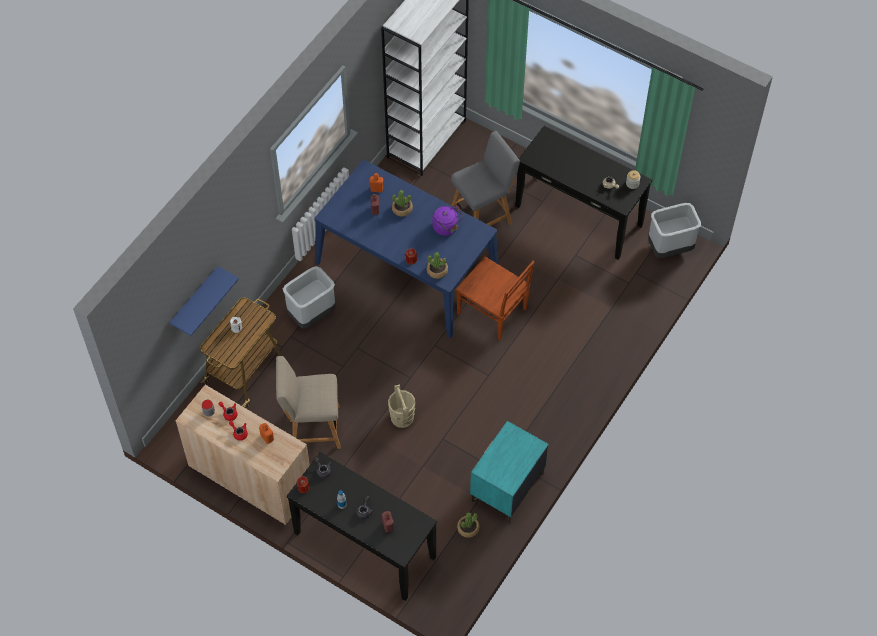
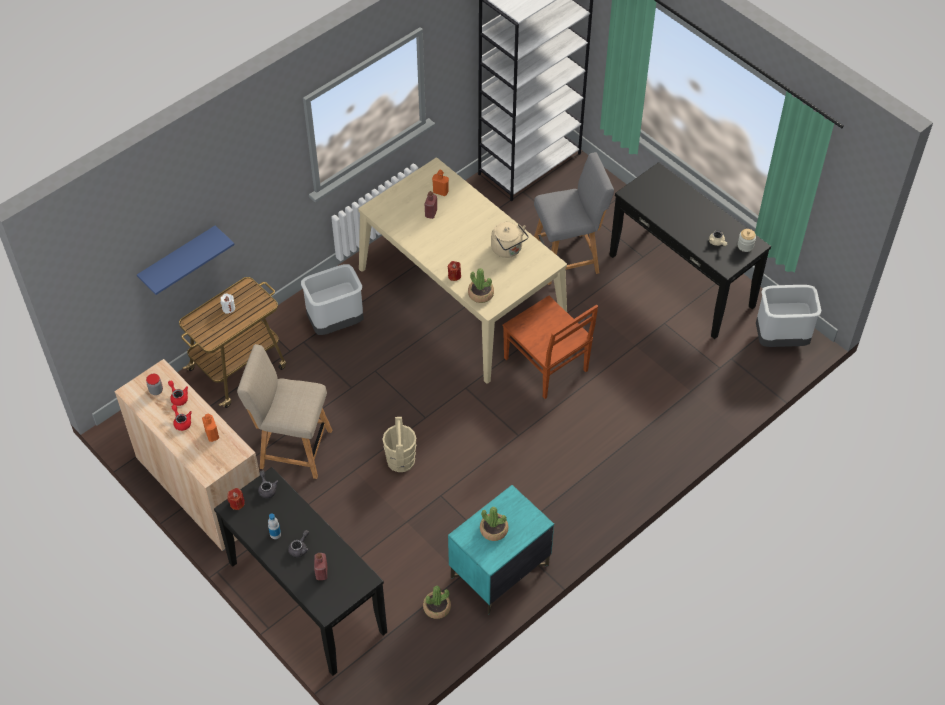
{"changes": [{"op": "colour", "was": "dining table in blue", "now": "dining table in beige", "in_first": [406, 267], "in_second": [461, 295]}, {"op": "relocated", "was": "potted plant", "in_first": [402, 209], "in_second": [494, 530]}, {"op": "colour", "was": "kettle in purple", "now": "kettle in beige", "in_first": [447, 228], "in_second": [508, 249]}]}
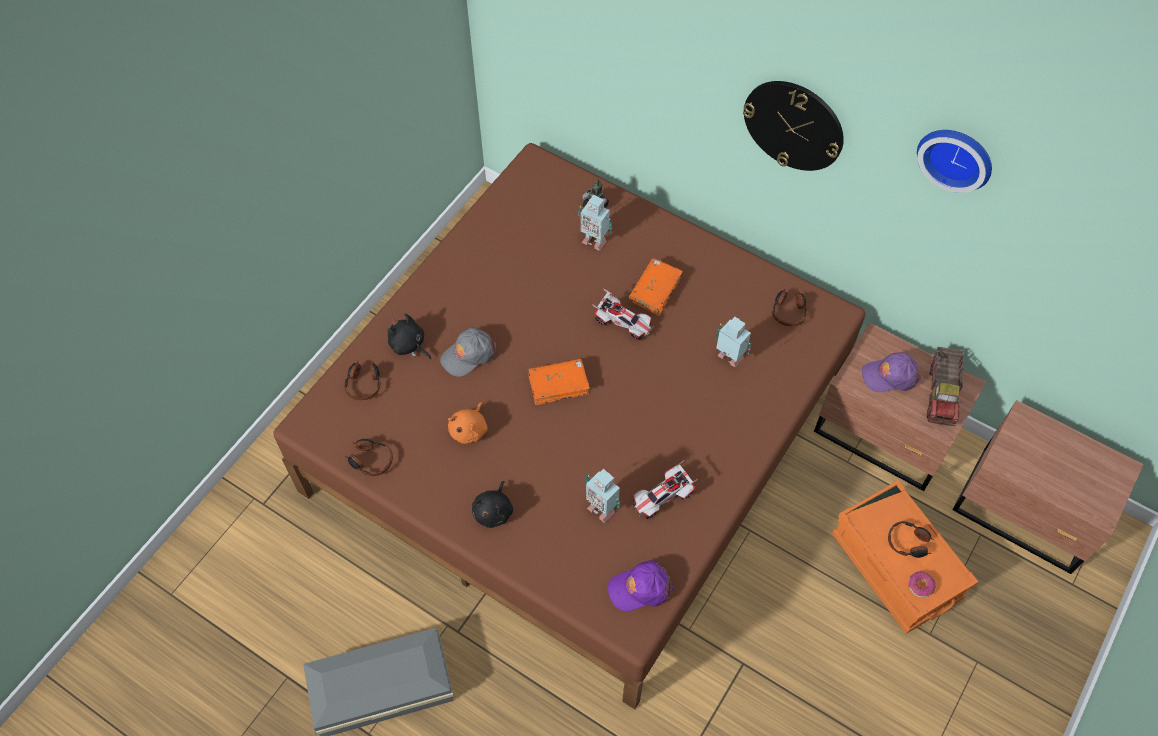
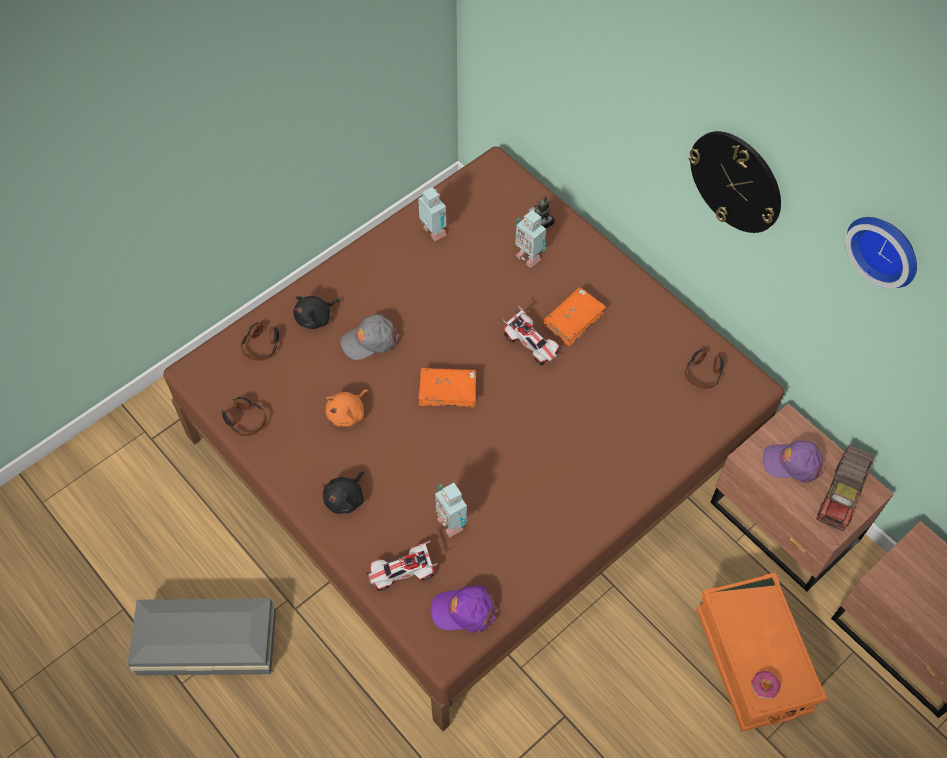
{"changes": [{"op": "spun", "was": "plush toy in black", "in_first": [409, 345], "in_second": [316, 318], "clockwise": -90}, {"op": "relocated", "was": "toy car", "in_first": [662, 498], "in_second": [402, 573]}, {"op": "relocated", "was": "toy robot", "in_first": [729, 359], "in_second": [433, 233]}, {"op": "missing", "was": "headphones", "in_first": [909, 542]}]}
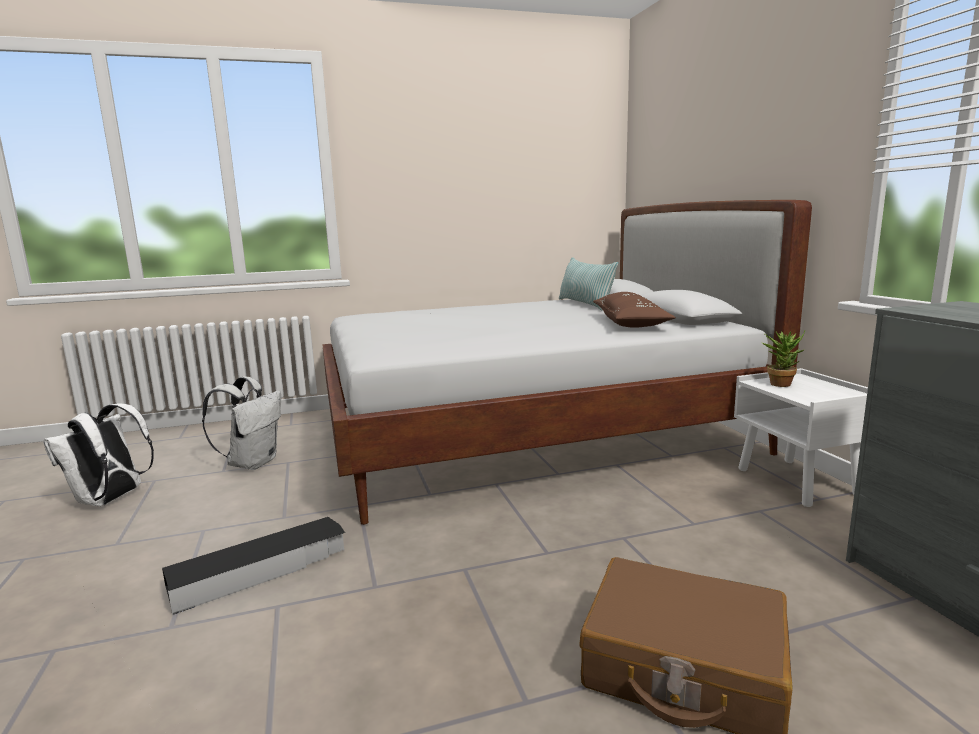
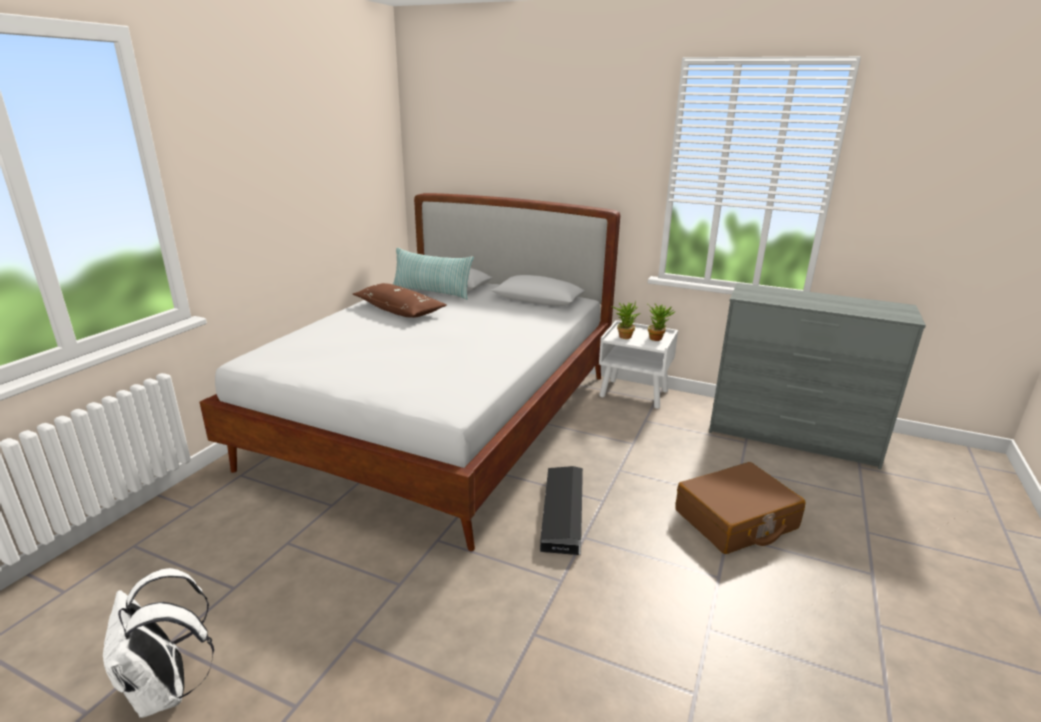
{"changes": [{"op": "relocated", "was": "storage box in black", "in_first": [260, 570], "in_second": [563, 514]}, {"op": "missing", "was": "backpack in white", "in_first": [253, 463]}, {"op": "relocated", "was": "pillow in brown", "in_first": [630, 322], "in_second": [399, 310]}, {"op": "appeared", "now": "potted plant", "in_second": [657, 338]}]}
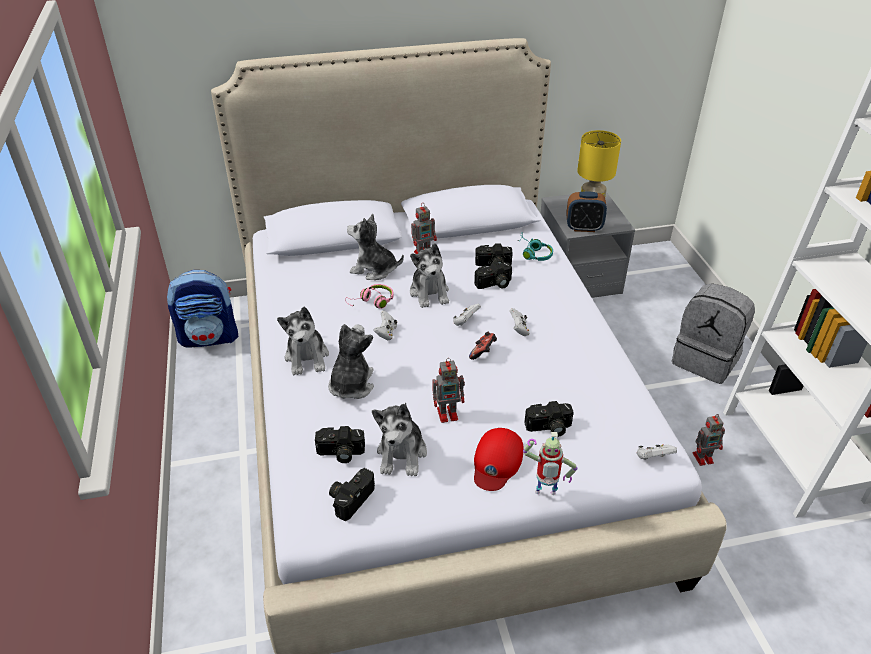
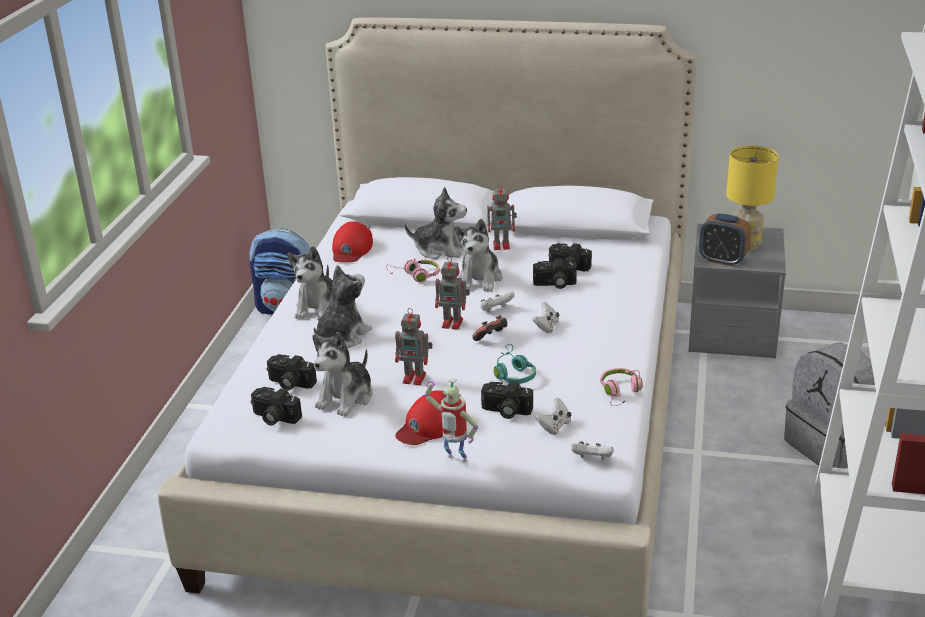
{"changes": [{"op": "spun", "was": "photo camera", "in_first": [350, 498], "in_second": [274, 418], "clockwise": -120}, {"op": "spun", "was": "plush toy", "in_first": [374, 269], "in_second": [439, 250], "clockwise": 150}, {"op": "relocated", "was": "game controller in white", "in_first": [386, 333], "in_second": [554, 426]}, {"op": "relocated", "was": "headphones in turquoise", "in_first": [533, 253], "in_second": [513, 373]}, {"op": "relocated", "was": "toy robot", "in_first": [703, 457], "in_second": [453, 323]}, {"op": "appeared", "now": "cap in red", "in_second": [351, 249]}, {"op": "appeared", "now": "headphones in pink", "in_second": [620, 392]}]}
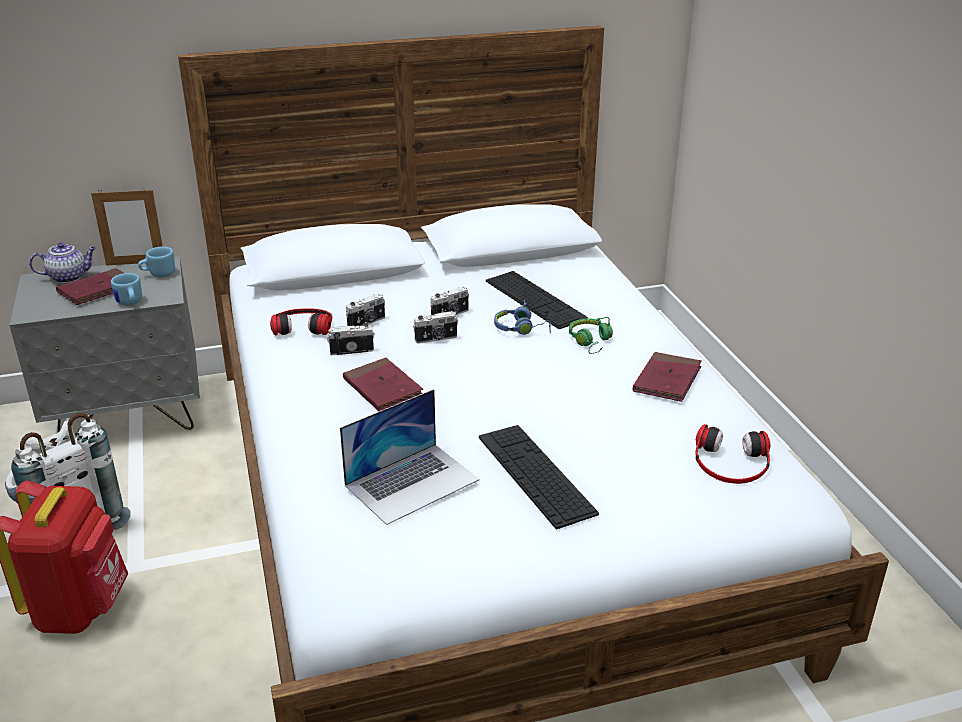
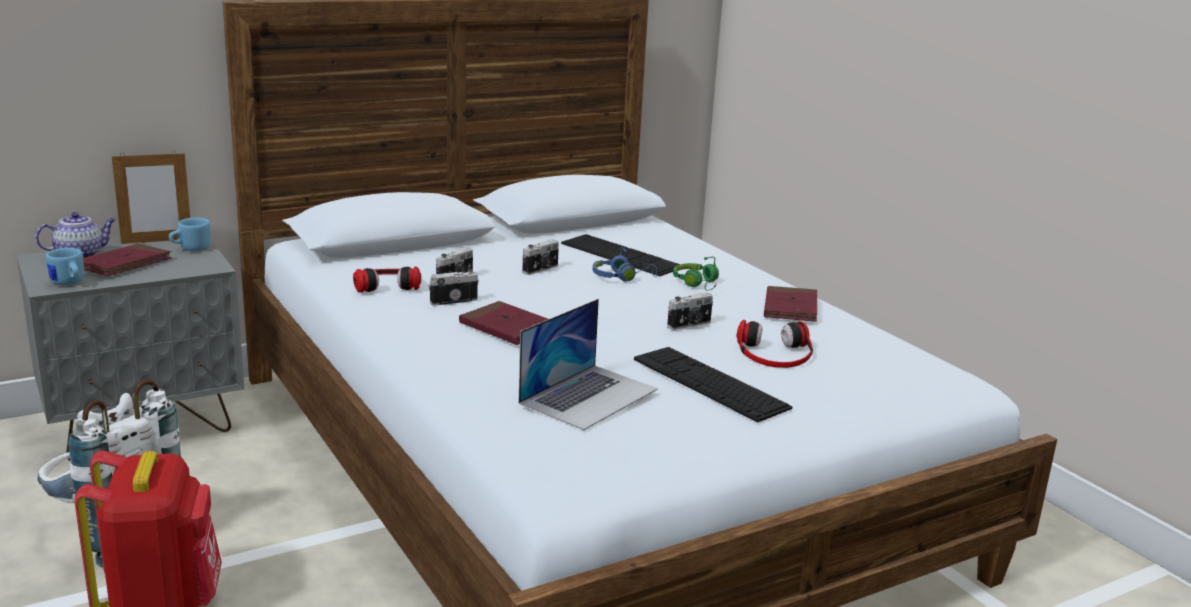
{"changes": [{"op": "relocated", "was": "mug in blue", "in_first": [130, 303], "in_second": [69, 283]}, {"op": "relocated", "was": "photo camera", "in_first": [436, 339], "in_second": [690, 325]}, {"op": "relocated", "was": "headphones", "in_first": [731, 463], "in_second": [774, 353]}]}
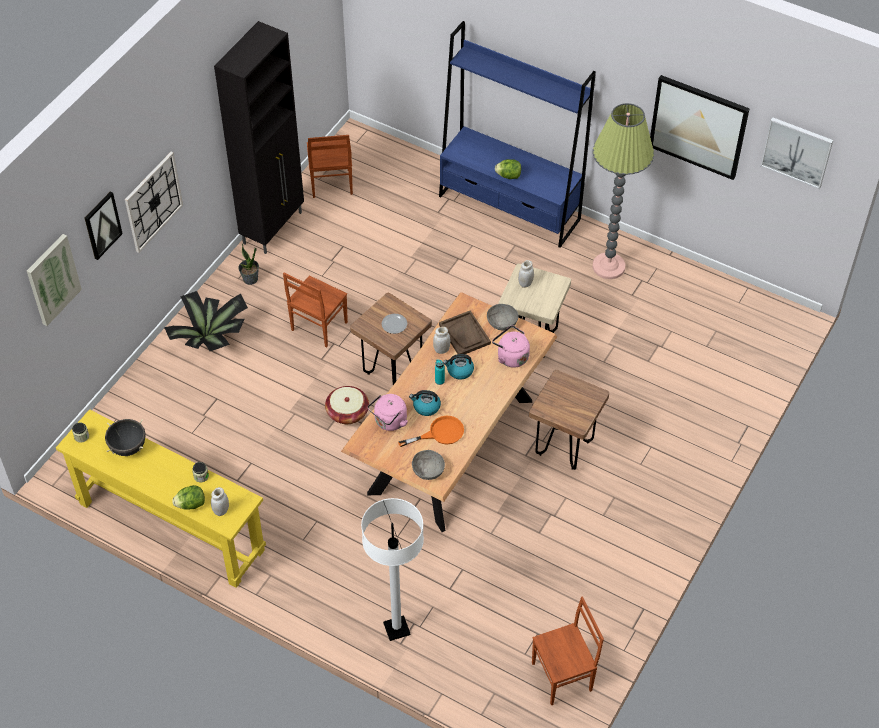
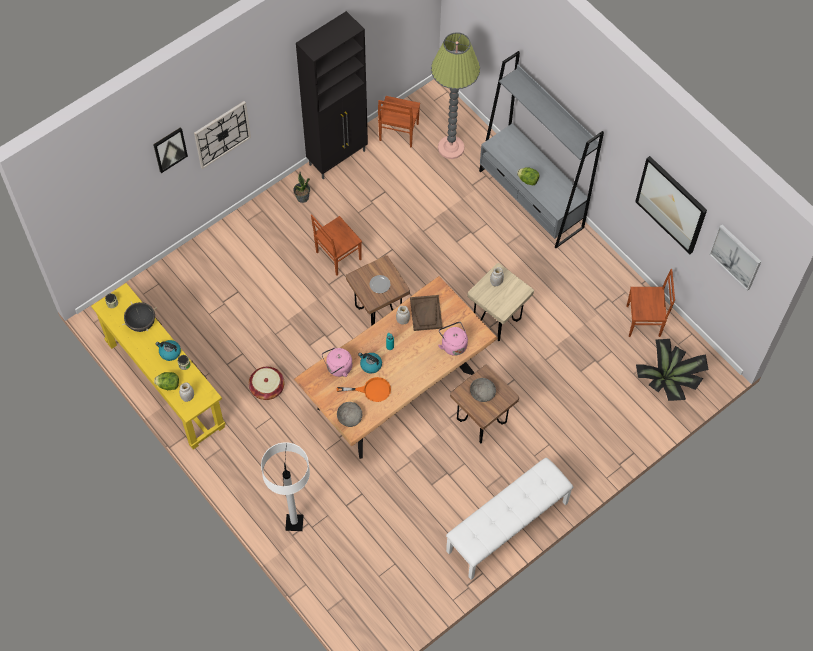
{"changes": [{"op": "missing", "was": "picture", "in_first": [52, 279]}, {"op": "relocated", "was": "potted plant", "in_first": [212, 340], "in_second": [669, 381]}, {"op": "relocated", "was": "basket", "in_first": [347, 412], "in_second": [267, 387]}, {"op": "colour", "was": "bookcase in blue", "now": "bookcase in grey", "in_first": [509, 208], "in_second": [531, 199]}, {"op": "relocated", "was": "kettle", "in_first": [459, 371], "in_second": [169, 352]}, {"op": "relocated", "was": "bowl in grey", "in_first": [502, 323], "in_second": [482, 393]}, {"op": "relocated", "was": "chair in brown", "in_first": [563, 677], "in_second": [644, 321]}, {"op": "relocated", "was": "floor lamp", "in_first": [608, 266], "in_second": [451, 148]}, {"op": "appeared", "now": "bench in white", "in_second": [507, 527]}]}
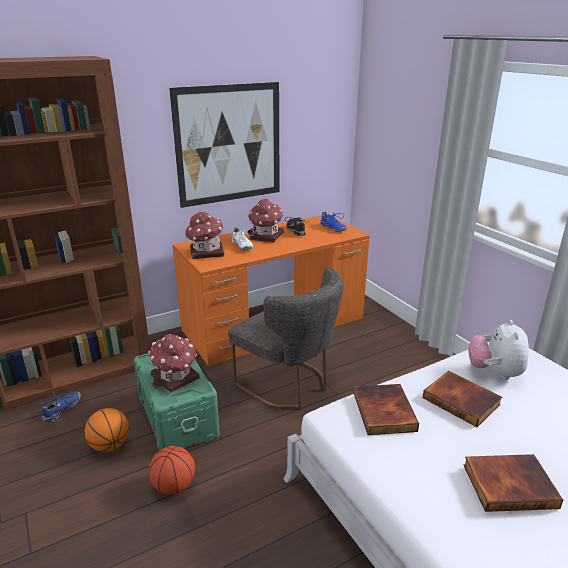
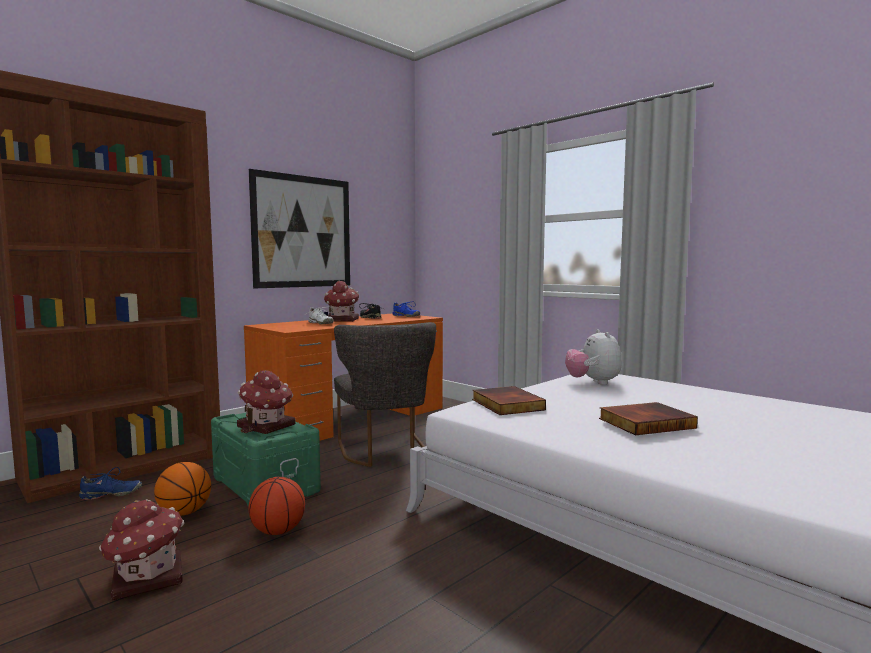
{"changes": [{"op": "spun", "was": "shoe in blue", "in_first": [62, 410], "in_second": [111, 494], "clockwise": 60}, {"op": "relocated", "was": "toy house", "in_first": [206, 252], "in_second": [146, 578]}, {"op": "spun", "was": "chair in grey", "in_first": [289, 384], "in_second": [384, 452], "clockwise": 45}, {"op": "missing", "was": "book", "in_first": [462, 400]}]}
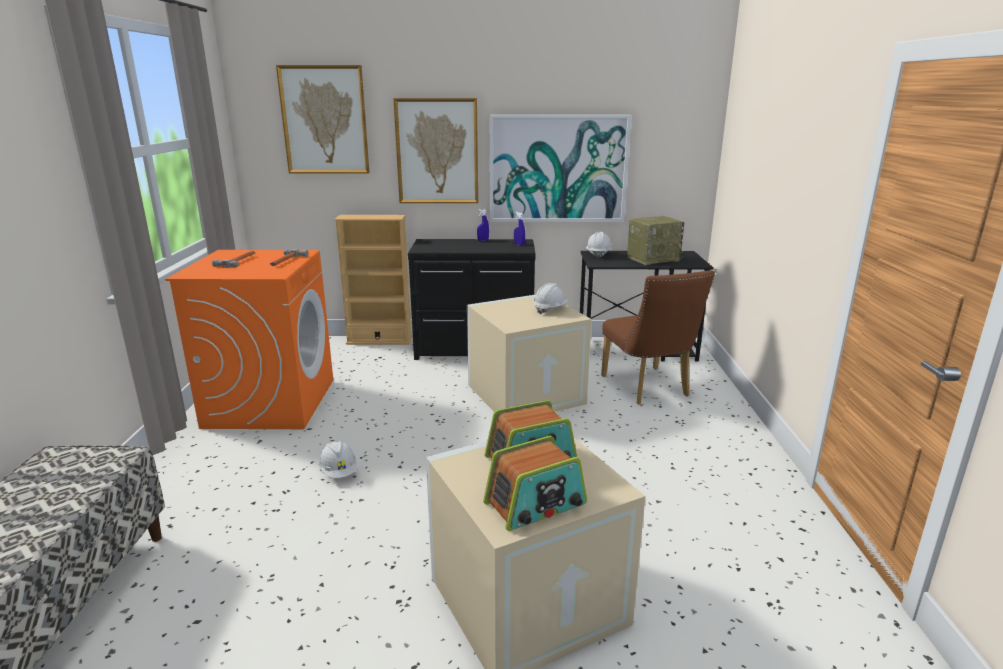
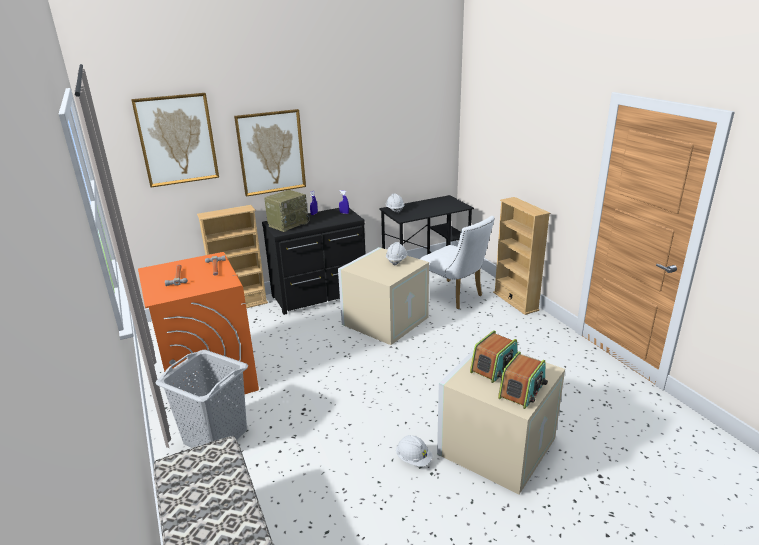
{"changes": [{"op": "relocated", "was": "hard hat in white", "in_first": [339, 472], "in_second": [413, 459]}, {"op": "missing", "was": "picture", "in_first": [558, 169]}, {"op": "colour", "was": "chair in brown", "now": "chair in white", "in_first": [648, 389], "in_second": [455, 296]}, {"op": "relocated", "was": "radio", "in_first": [653, 259], "in_second": [288, 224]}, {"op": "appeared", "now": "laundry basket in grey", "in_second": [215, 436]}, {"op": "appeared", "now": "bookcase in beige", "in_second": [515, 301]}]}
